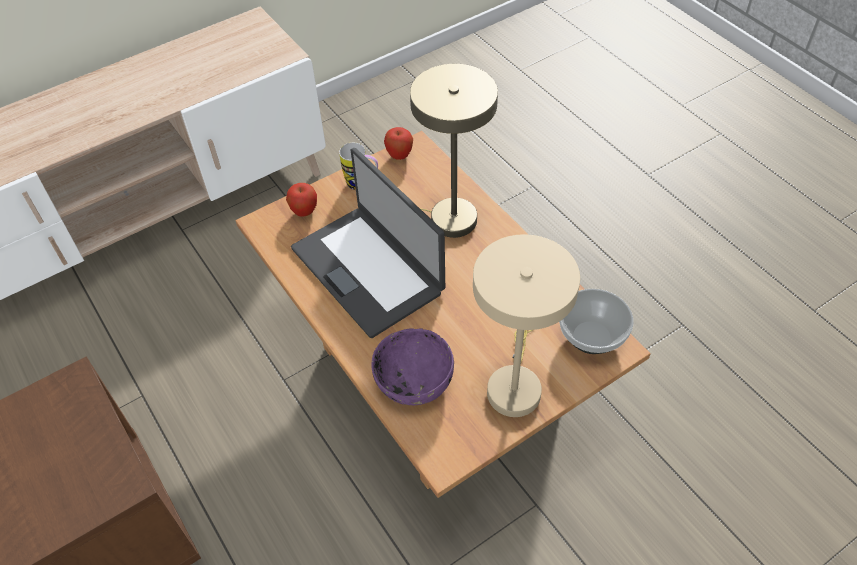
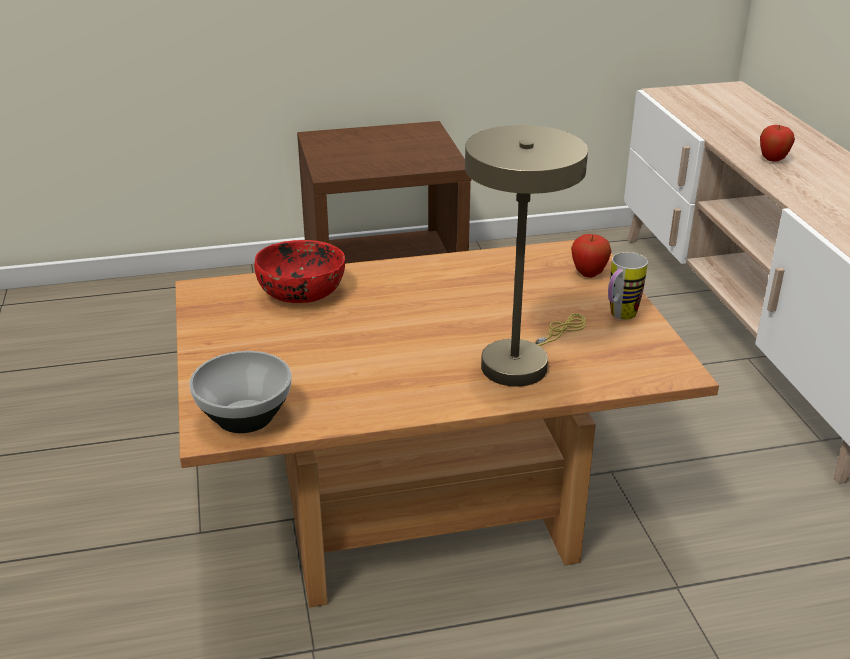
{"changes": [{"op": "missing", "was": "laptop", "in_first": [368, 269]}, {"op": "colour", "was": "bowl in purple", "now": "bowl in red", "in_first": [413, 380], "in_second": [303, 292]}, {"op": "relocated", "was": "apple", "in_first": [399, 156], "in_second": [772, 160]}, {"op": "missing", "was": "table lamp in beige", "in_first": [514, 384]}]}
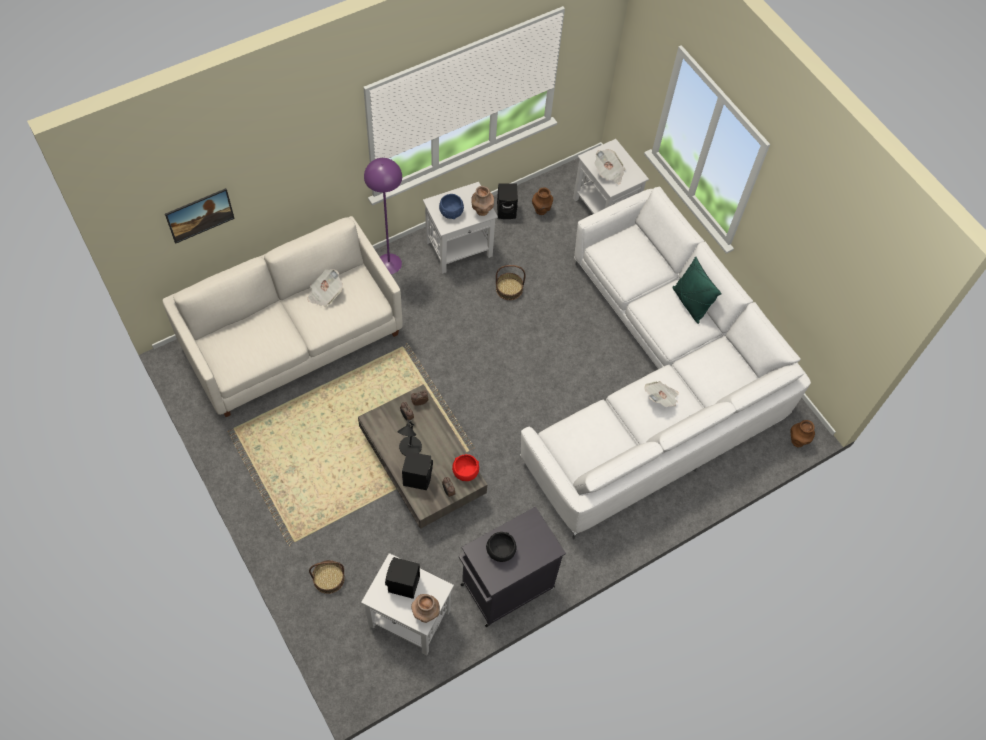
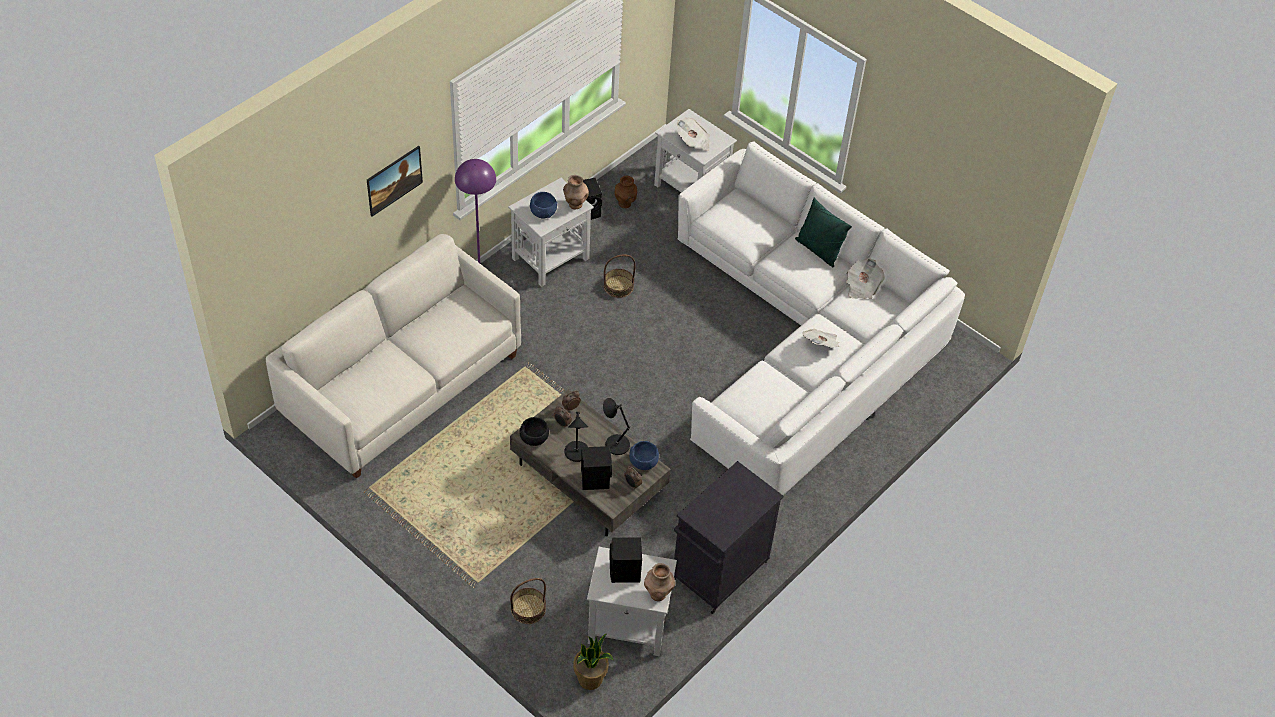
{"changes": [{"op": "relocated", "was": "picture", "in_first": [202, 222], "in_second": [395, 189]}, {"op": "relocated", "was": "newspaper", "in_first": [324, 293], "in_second": [862, 287]}, {"op": "colour", "was": "bowl in red", "now": "bowl in blue", "in_first": [465, 472], "in_second": [643, 462]}, {"op": "relocated", "was": "bowl in black", "in_first": [500, 551], "in_second": [534, 438]}, {"op": "missing", "was": "vase in brown", "in_first": [797, 441]}, {"op": "appeared", "now": "potted plant", "in_second": [590, 679]}, {"op": "appeared", "now": "table lamp in black", "in_second": [616, 444]}]}
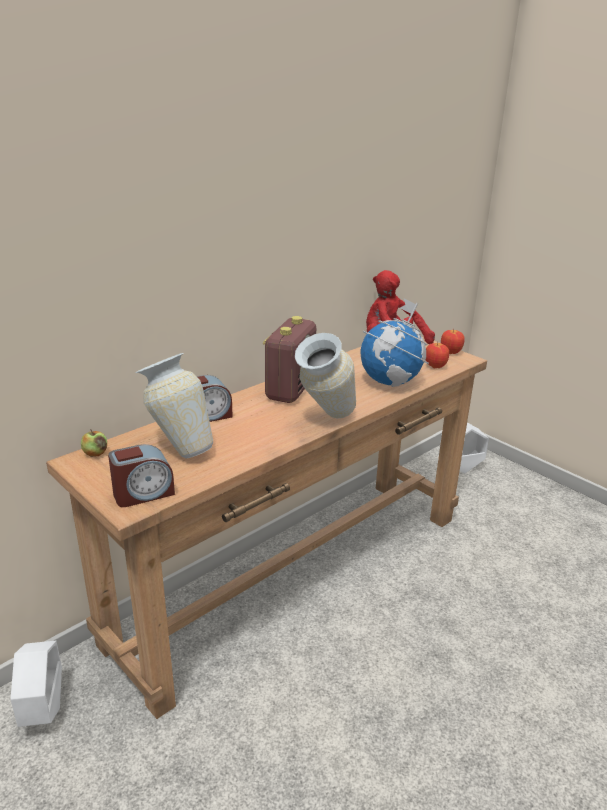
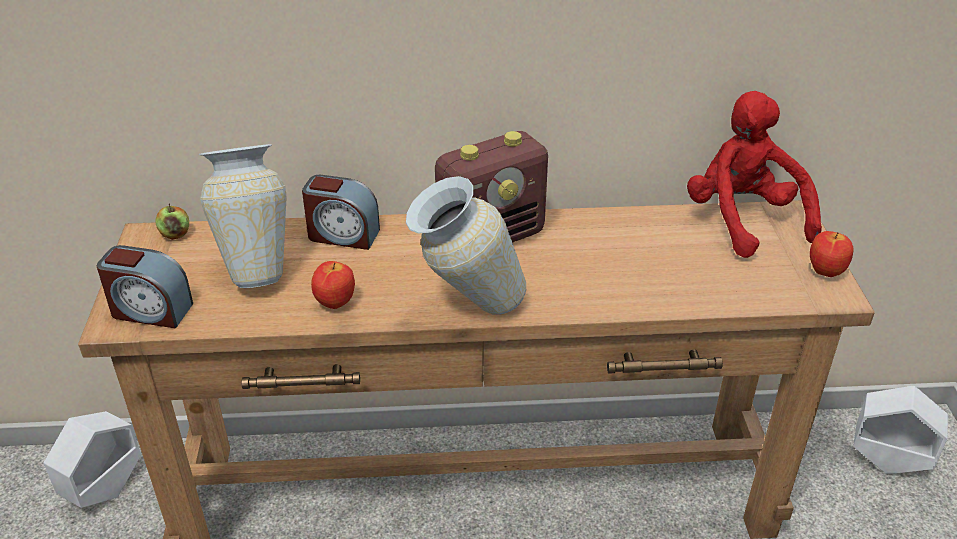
{"changes": [{"op": "missing", "was": "globe", "in_first": [391, 382]}, {"op": "relocated", "was": "apple", "in_first": [435, 367], "in_second": [335, 303]}]}
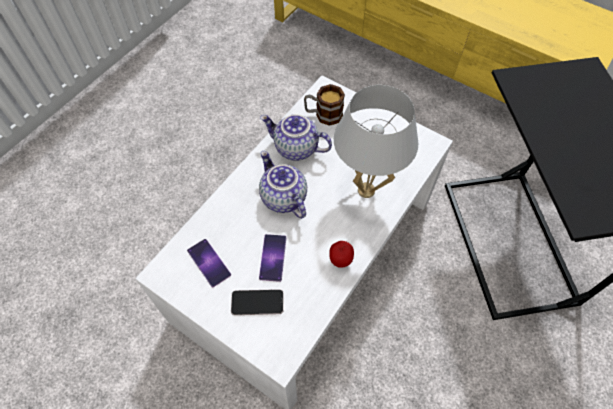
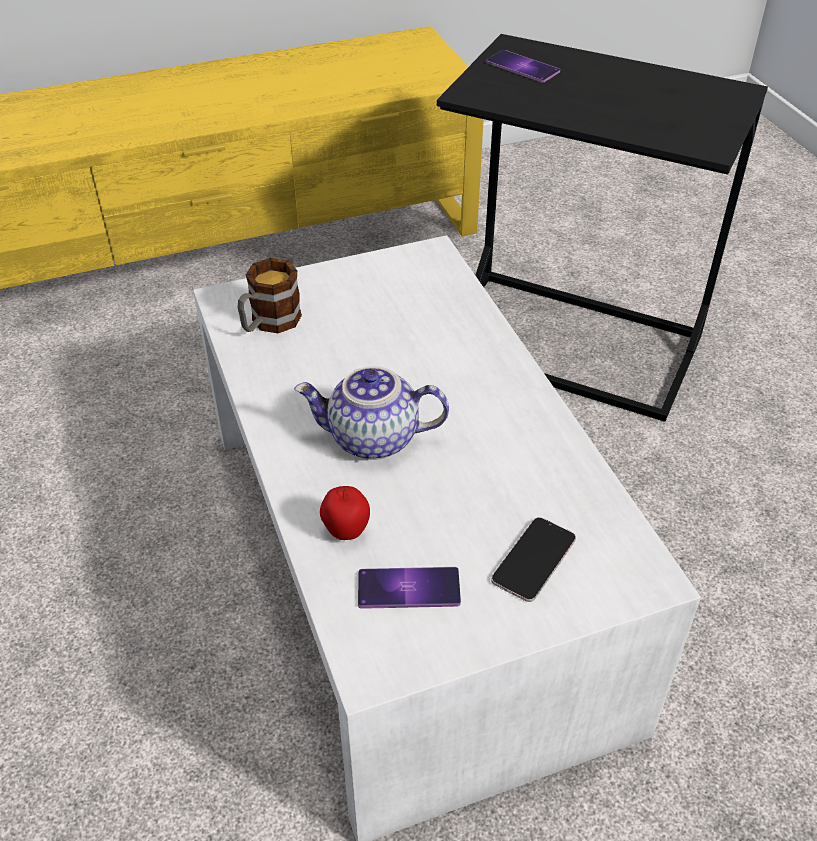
{"changes": [{"op": "relocated", "was": "phone", "in_first": [272, 257], "in_second": [522, 67]}, {"op": "missing", "was": "teapot", "in_first": [295, 149]}, {"op": "relocated", "was": "apple", "in_first": [340, 260], "in_second": [346, 532]}, {"op": "missing", "was": "table lamp in white", "in_first": [366, 190]}]}
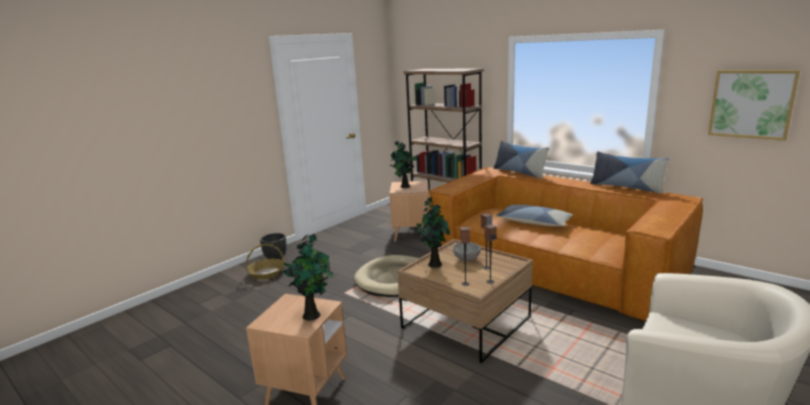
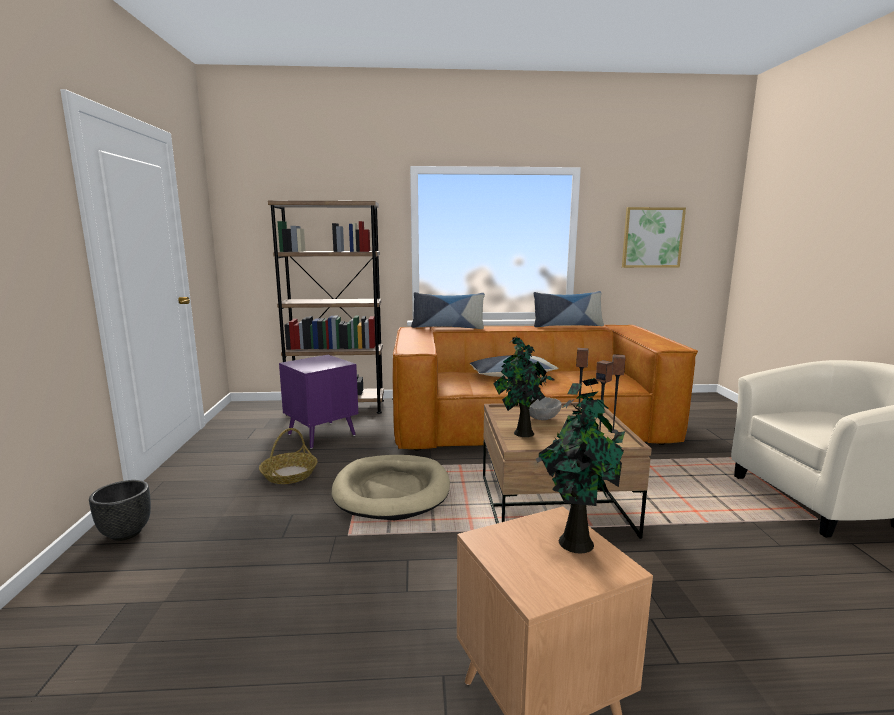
{"changes": [{"op": "relocated", "was": "basket", "in_first": [267, 273], "in_second": [289, 474]}, {"op": "missing", "was": "potted plant", "in_first": [404, 187]}, {"op": "colour", "was": "side table in brown", "now": "side table in purple", "in_first": [411, 234], "in_second": [321, 434]}]}
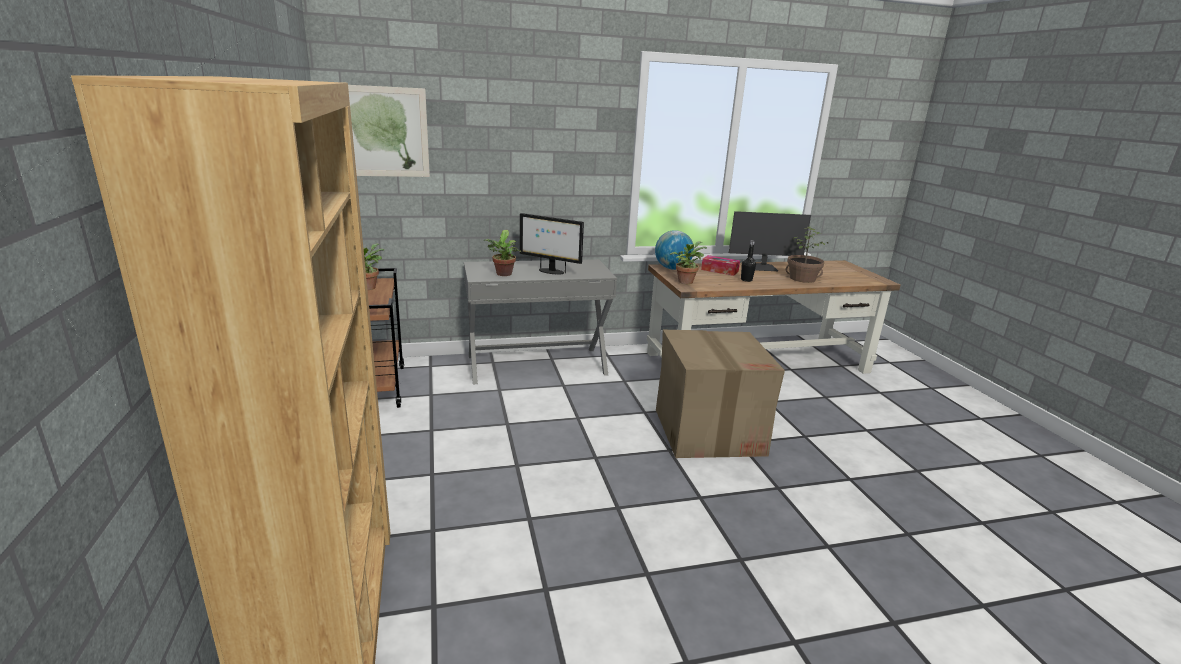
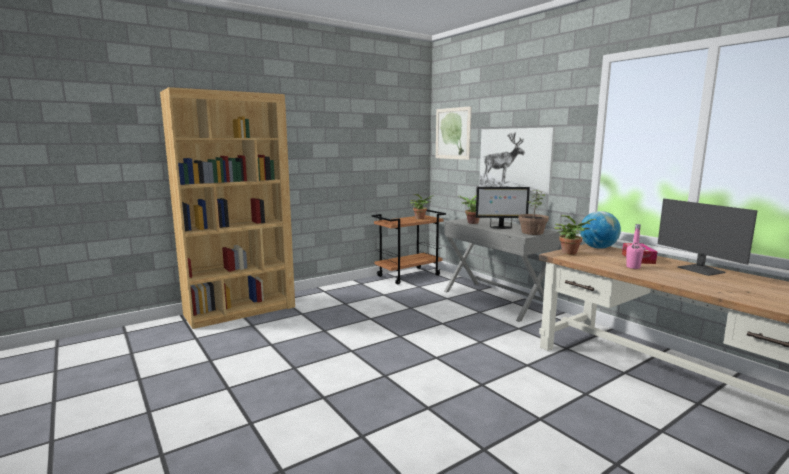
{"changes": [{"op": "spun", "was": "monitor", "in_first": [550, 271], "in_second": [500, 227], "clockwise": -90}, {"op": "missing", "was": "cardboard box", "in_first": [708, 431]}, {"op": "colour", "was": "bottle in black", "now": "bottle in pink", "in_first": [746, 280], "in_second": [633, 267]}, {"op": "relocated", "was": "potted plant", "in_first": [802, 279], "in_second": [532, 232]}, {"op": "appeared", "now": "picture", "in_second": [514, 159]}]}
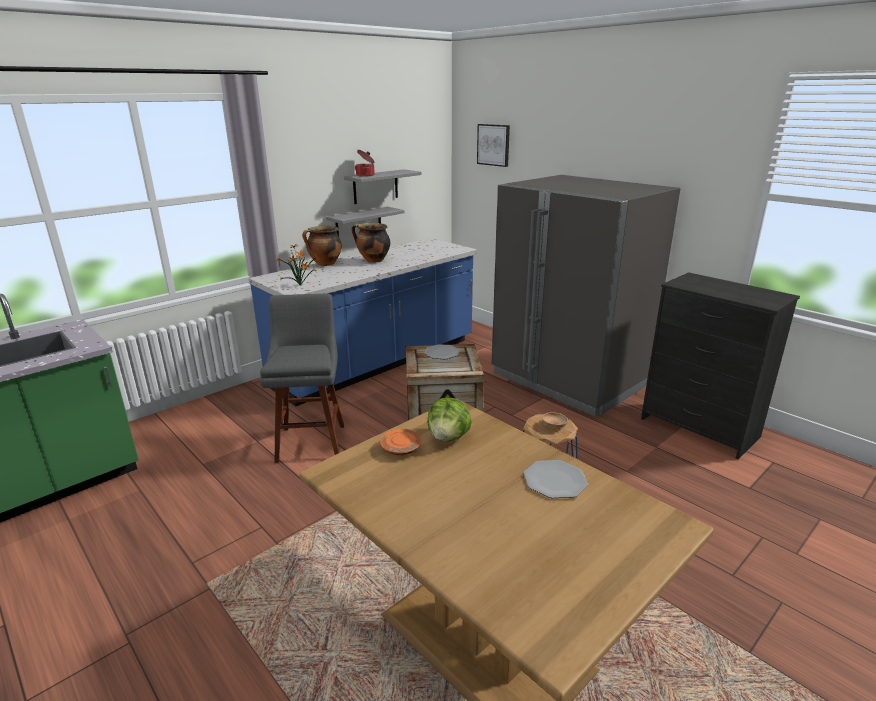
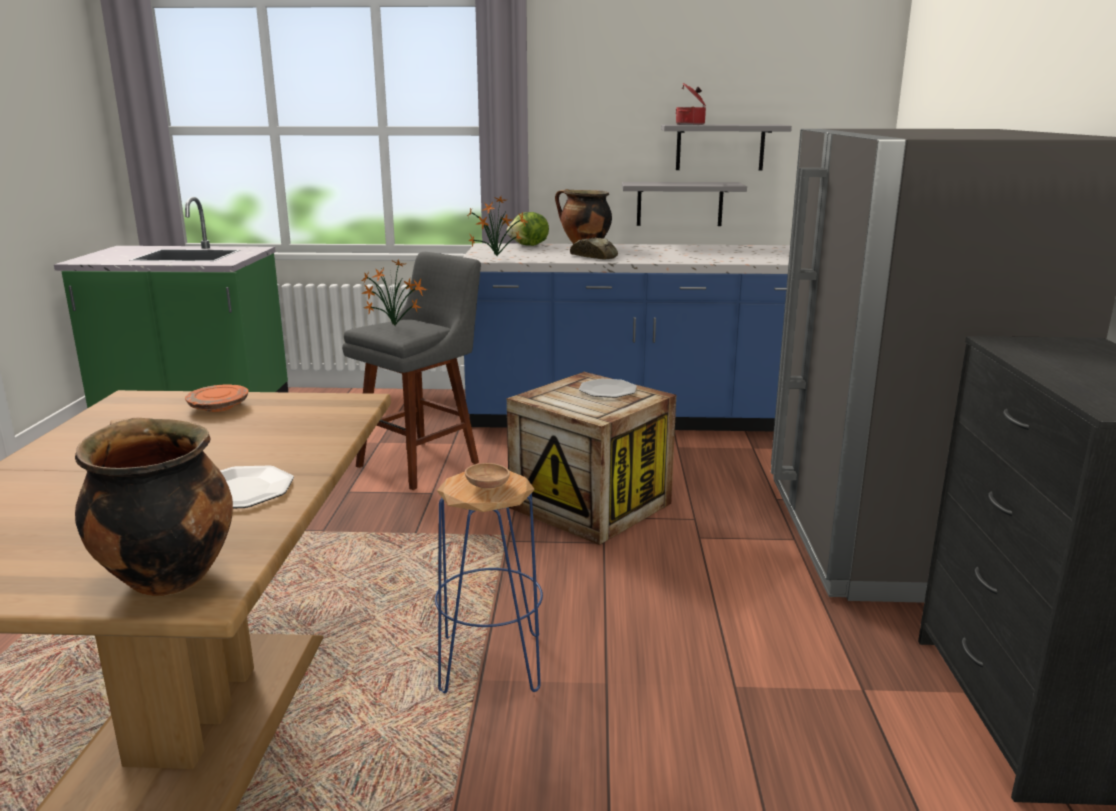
{"changes": [{"op": "relocated", "was": "cooking pot", "in_first": [373, 260], "in_second": [165, 577]}, {"op": "relocated", "was": "lettuce", "in_first": [448, 437], "in_second": [529, 245]}, {"op": "missing", "was": "picture", "in_first": [493, 145]}, {"op": "appeared", "now": "potted plant", "in_second": [396, 326]}, {"op": "appeared", "now": "bread", "in_second": [595, 256]}]}
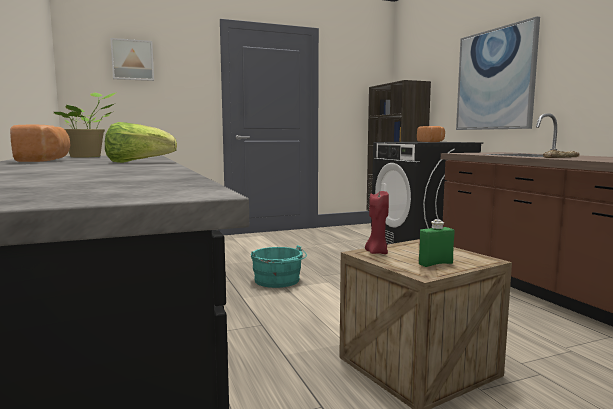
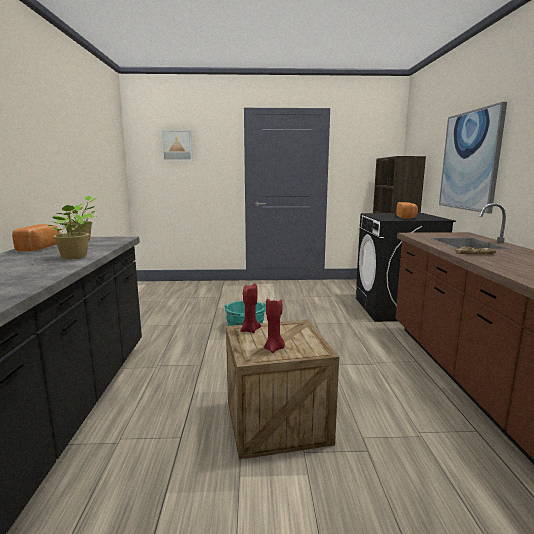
{"changes": [{"op": "exchanged", "was": "lettuce", "now": "potted plant", "in_first": [138, 162], "in_second": [74, 257]}, {"op": "exchanged", "was": "bottle in green", "now": "candle in red", "in_first": [435, 264], "in_second": [274, 349]}]}
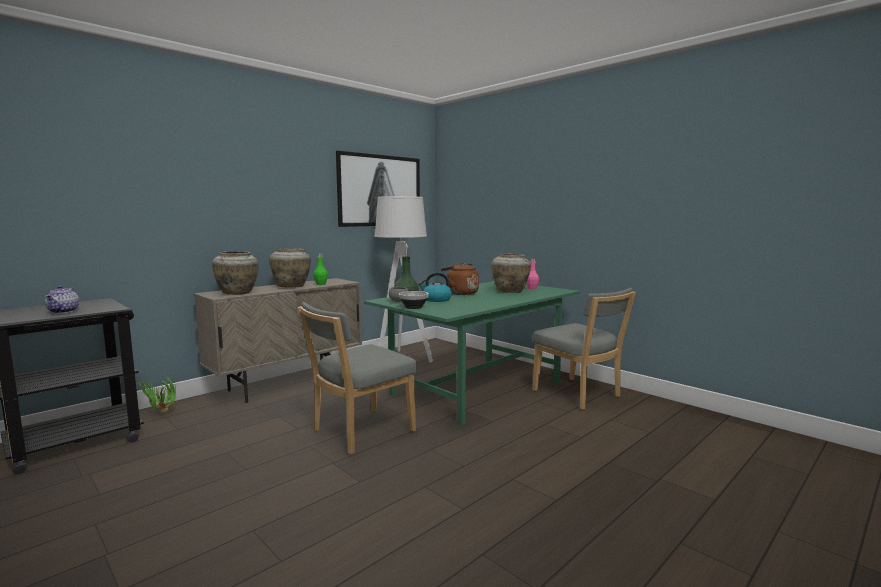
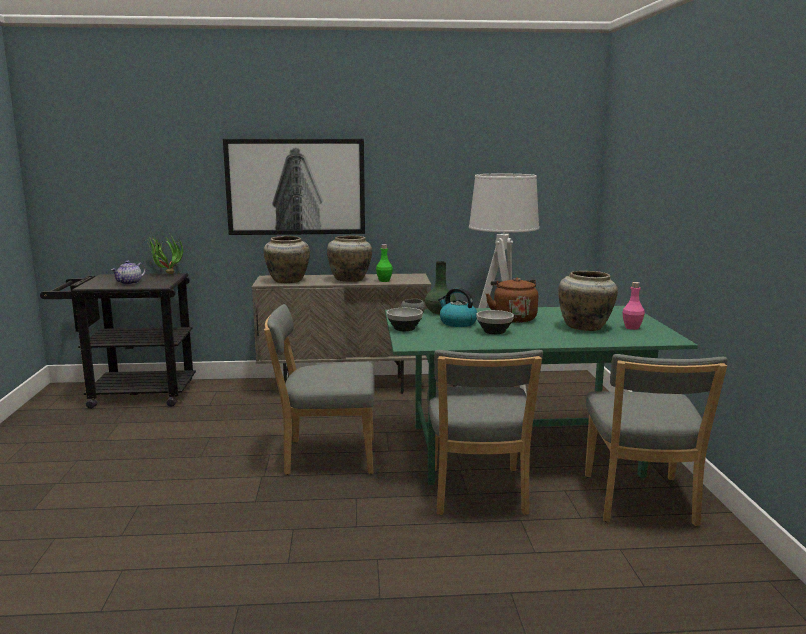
{"changes": [{"op": "relocated", "was": "potted plant", "in_first": [161, 415], "in_second": [165, 274]}, {"op": "relocated", "was": "picture", "in_first": [380, 190], "in_second": [295, 187]}, {"op": "appeared", "now": "chair in grey", "in_second": [477, 495]}, {"op": "appeared", "now": "bowl", "in_second": [494, 332]}]}
